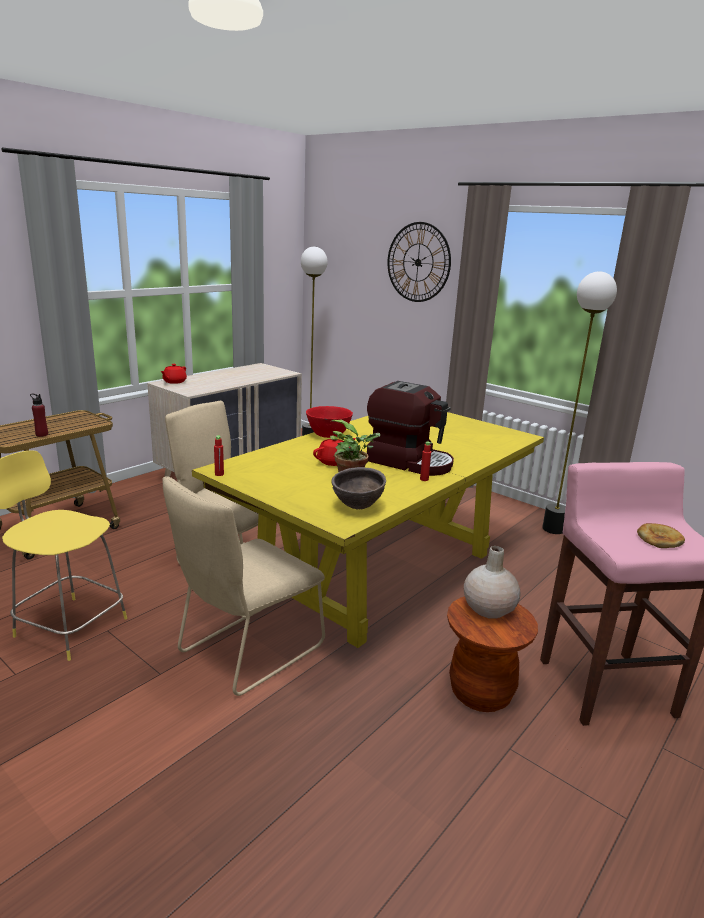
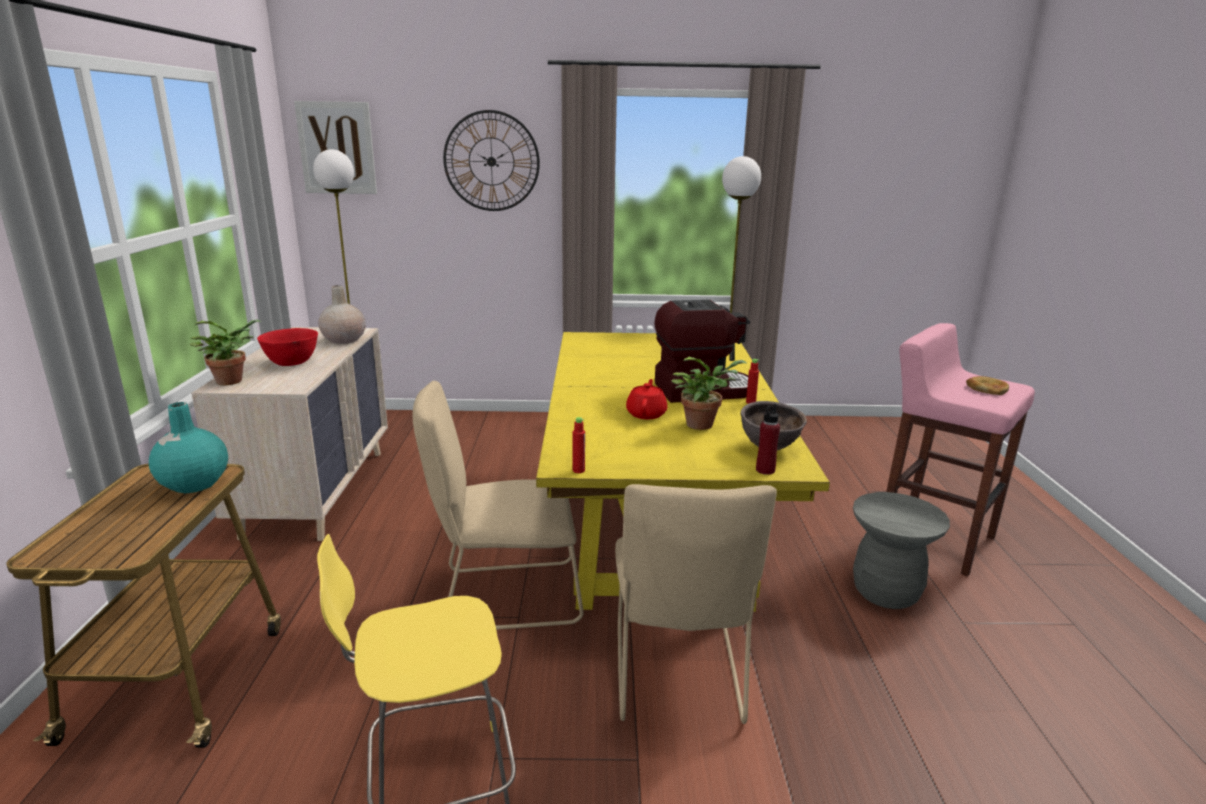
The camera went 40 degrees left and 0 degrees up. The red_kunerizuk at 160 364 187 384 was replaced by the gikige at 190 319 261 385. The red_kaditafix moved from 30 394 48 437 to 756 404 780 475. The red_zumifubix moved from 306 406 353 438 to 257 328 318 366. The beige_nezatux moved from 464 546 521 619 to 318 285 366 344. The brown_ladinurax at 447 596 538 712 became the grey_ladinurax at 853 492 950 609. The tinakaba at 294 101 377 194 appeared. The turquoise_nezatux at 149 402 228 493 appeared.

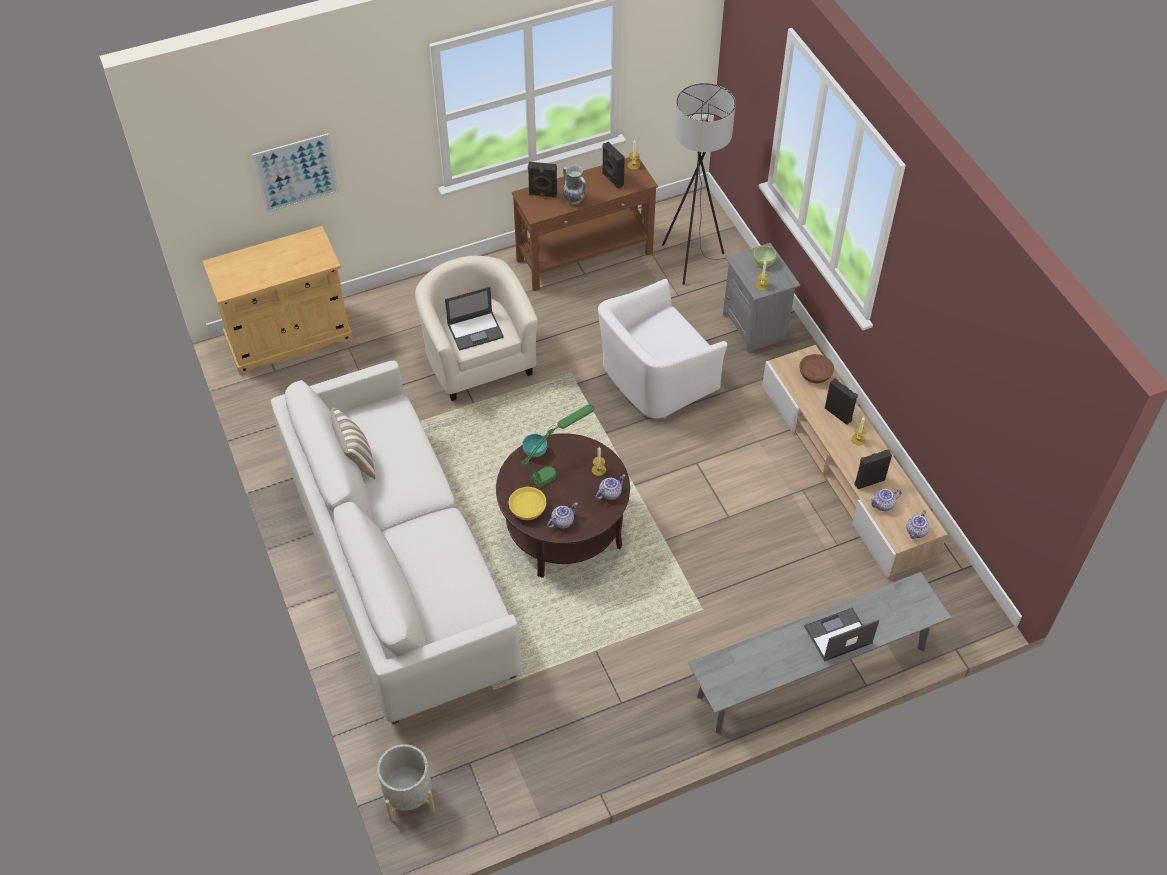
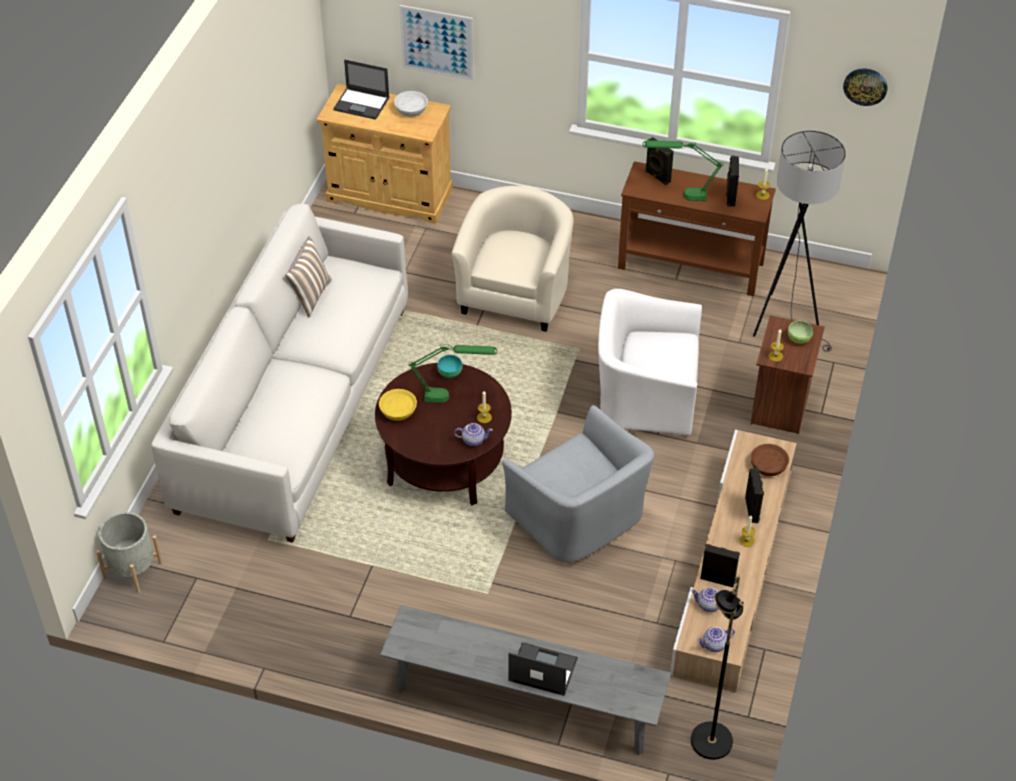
The camera went 40 degrees right and 5 degrees down. The nezatux at 563 165 586 205 was replaced by the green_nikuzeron at 642 140 724 201. The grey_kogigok at 723 243 800 353 became the brown_kogigok at 750 315 825 434. The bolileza moved from 445 287 504 351 to 333 60 389 120. The kunerizuk at 547 502 578 529 disappeared. The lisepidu at 843 69 888 106 appeared. The white_zumifubix at 394 91 428 117 appeared. The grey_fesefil at 502 405 654 563 appeared. The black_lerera at 691 575 744 760 appeared.

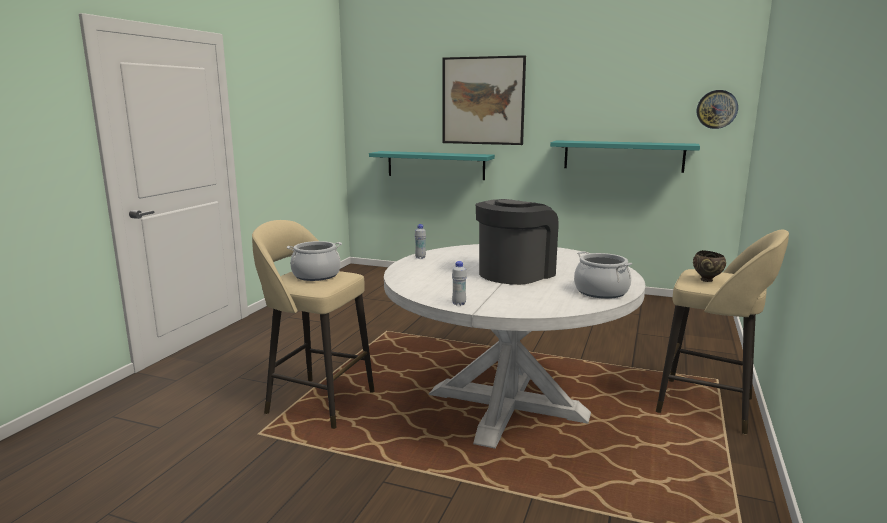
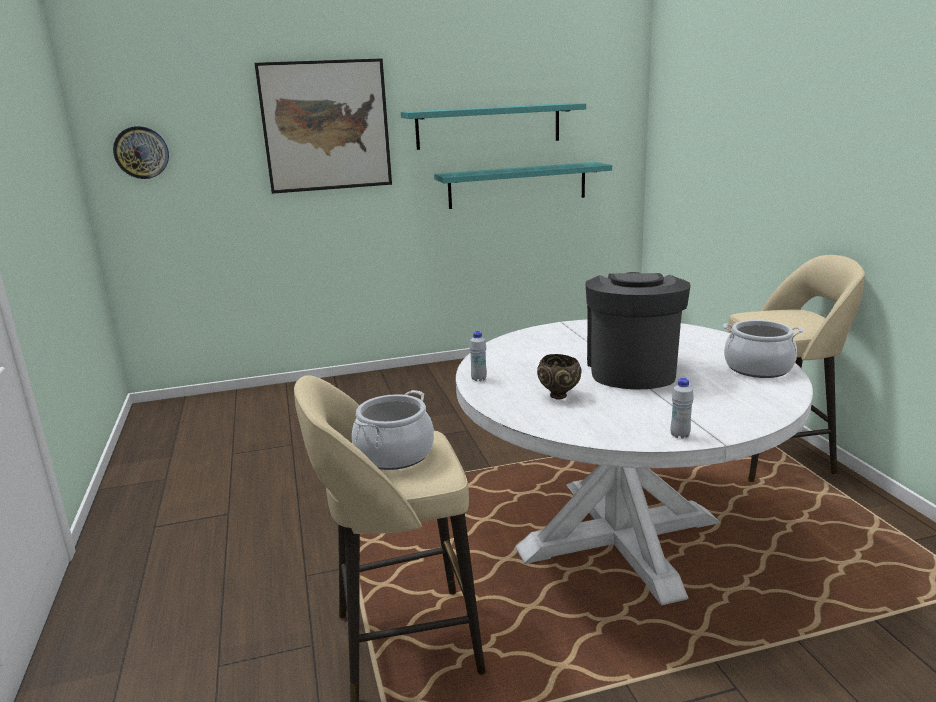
The camera went 35 degrees left and 5 degrees up. The lisepidu moved from 697 90 738 129 to 113 126 169 179. The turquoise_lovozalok moved from 369 151 495 180 to 401 103 586 150. The brown_zumifubix moved from 693 250 726 282 to 537 354 582 399.

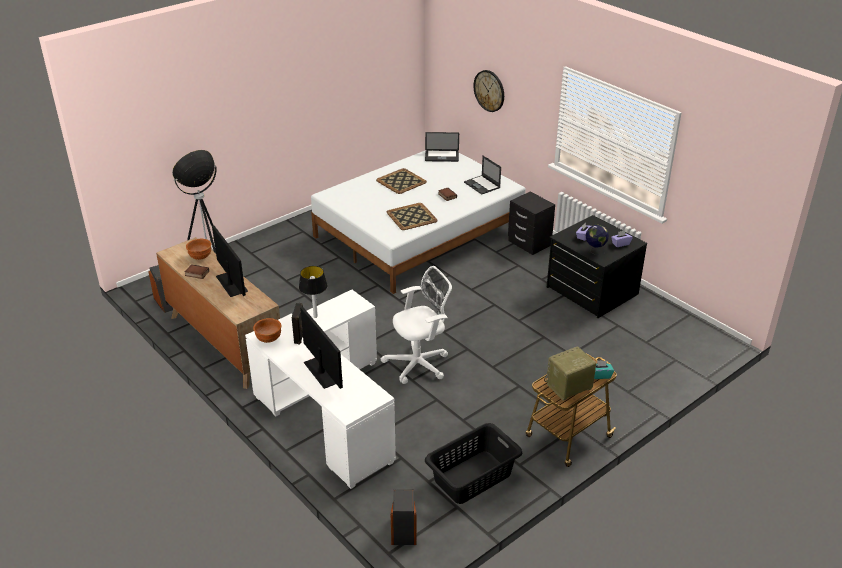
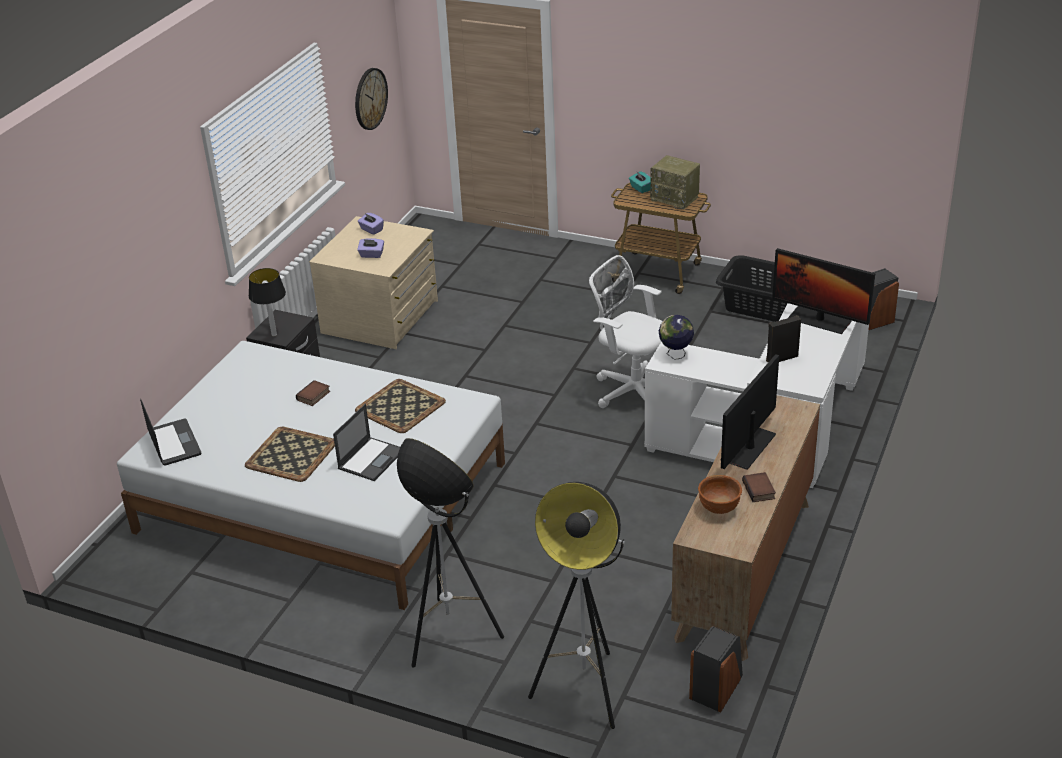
The camera went 115 degrees left and 0 degrees up. The lisepidu moved from 473 70 504 112 to 355 68 388 130. The bolileza moved from 464 156 501 195 to 333 404 400 481. The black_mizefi at 547 215 647 318 became the beige_mizefi at 309 216 438 349. The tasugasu moved from 586 225 609 255 to 659 315 694 360. The nikuzeron moved from 299 266 328 318 to 249 268 286 337. The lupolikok at 300 307 343 389 turned 90 degrees counterclockwise. The brown_zumifubix at 253 318 281 343 disappeared. The lerera at 397 438 504 668 appeared.

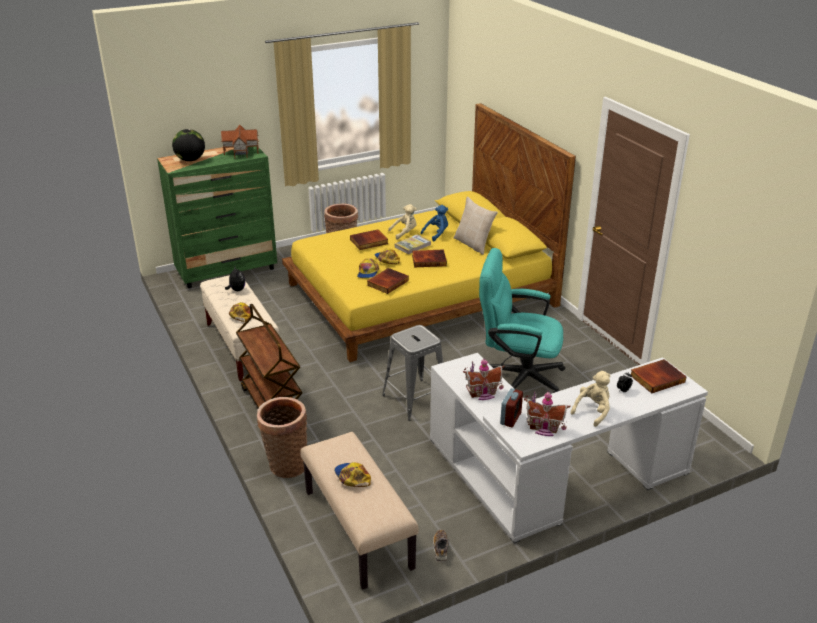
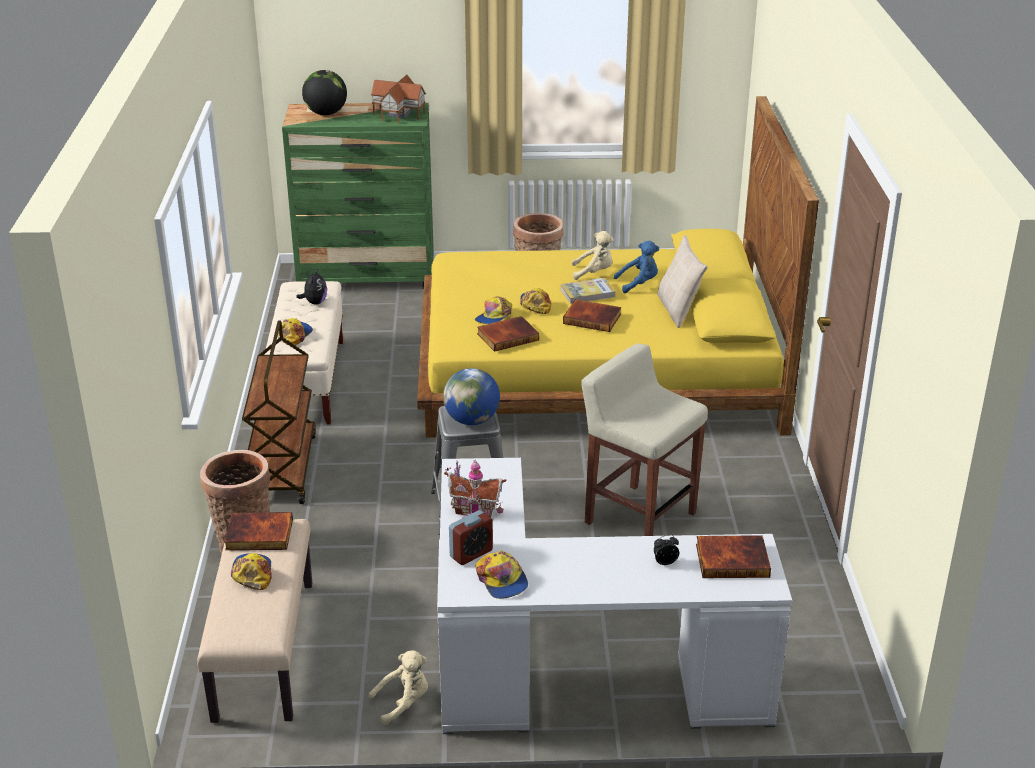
The camera went 25 degrees right and 0 degrees up. The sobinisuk moved from 350 229 388 250 to 224 512 293 550. The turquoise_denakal at 479 248 565 393 was replaced by the beige_ladinurax at 581 344 708 536. The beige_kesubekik moved from 571 371 610 427 to 369 650 428 725. The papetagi at 524 390 571 436 was replaced by the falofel at 475 550 528 599. The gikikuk at 433 529 449 562 disappeared. The tasugasu at 443 368 500 425 appeared.

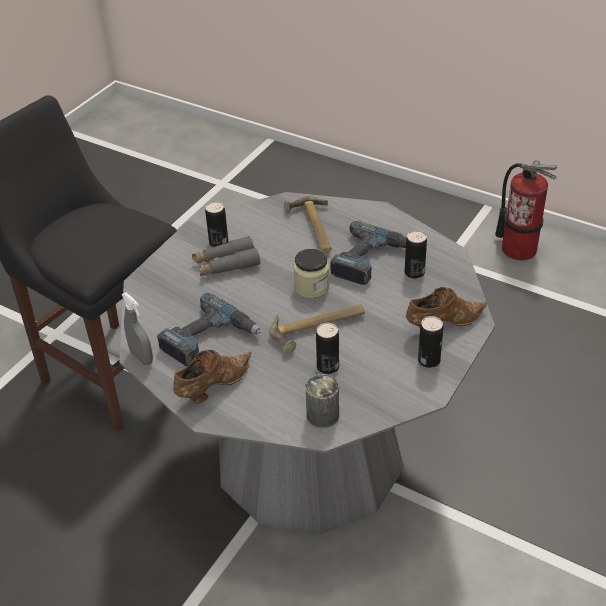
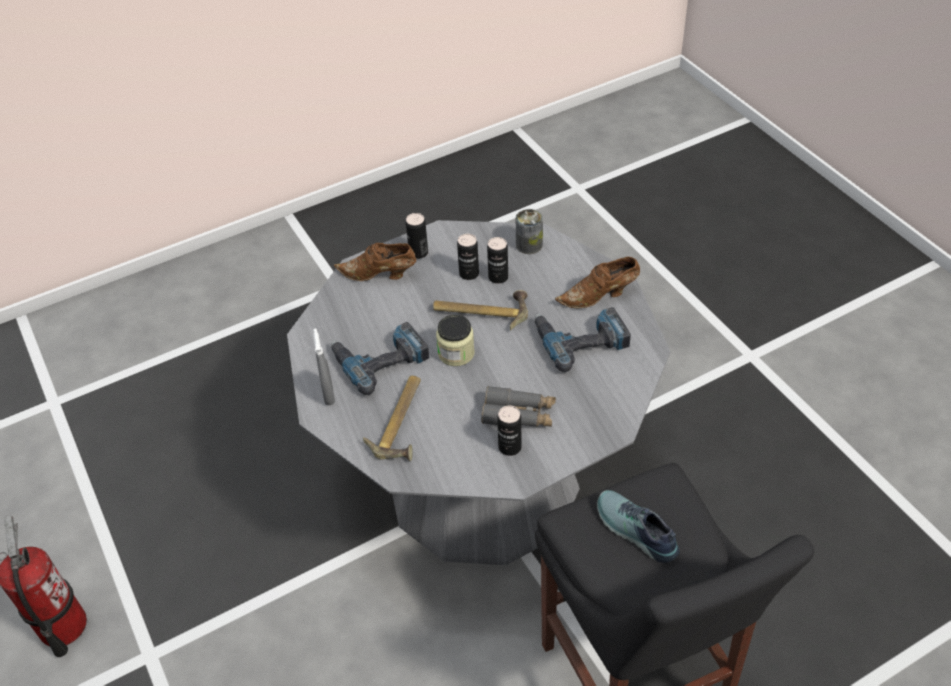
The camera went 150 degrees left and 5 degrees up. The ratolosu moved from 405 230 427 279 to 457 234 479 280. The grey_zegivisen moved from 121 292 153 365 to 313 328 335 405. The gikikuk at 597 490 679 563 appeared.

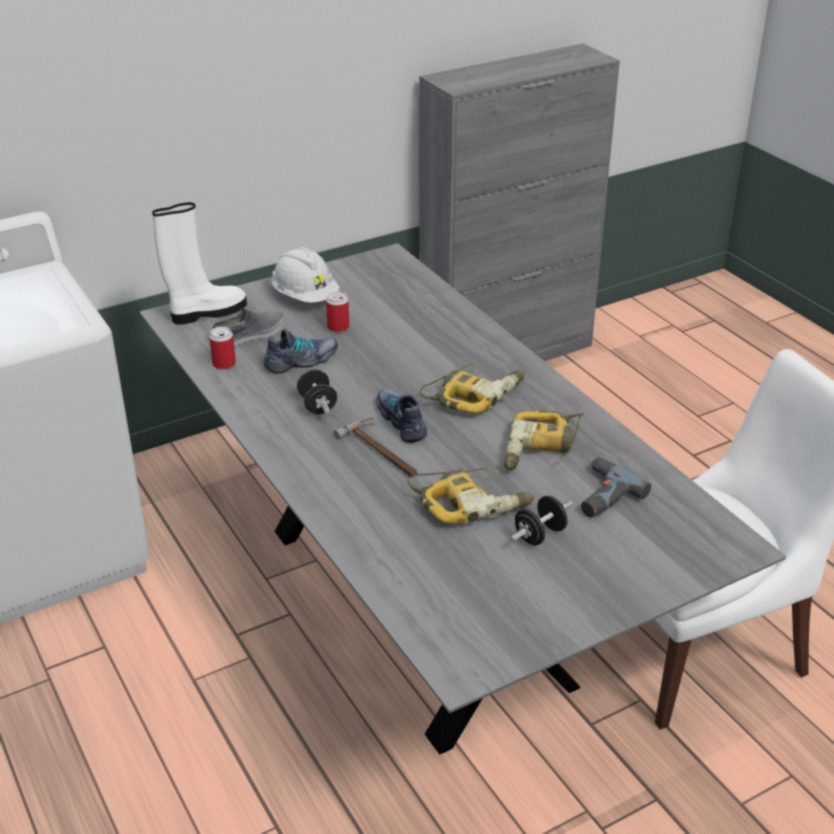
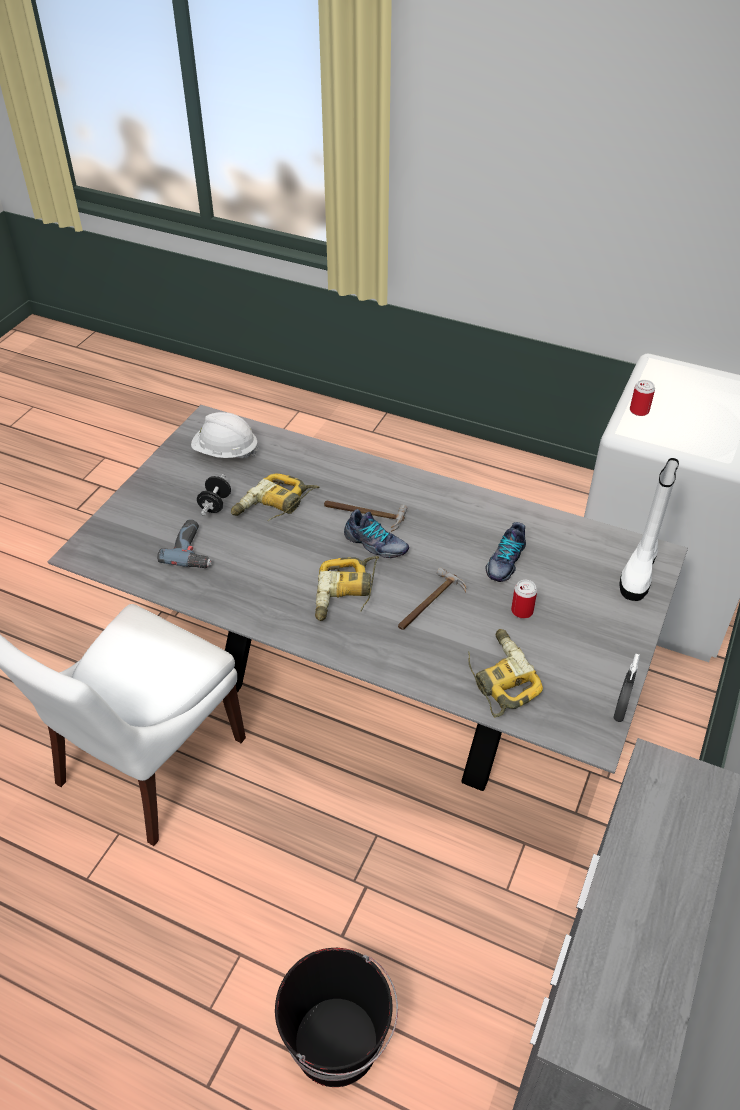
The camera went 145 degrees right and 10 degrees up. The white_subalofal moved from 271 247 339 303 to 191 412 259 458. The grey_gikikuk at 213 308 286 347 disappeared. The ratolosu moved from 209 326 236 369 to 630 380 655 416. The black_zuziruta at 297 370 337 414 disappeared. The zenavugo moved from 504 411 584 470 to 468 629 543 717. The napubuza at 398 567 467 630 appeared. The grey_zegivisen at 613 653 640 722 appeared. The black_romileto at 275 948 398 1087 appeared.

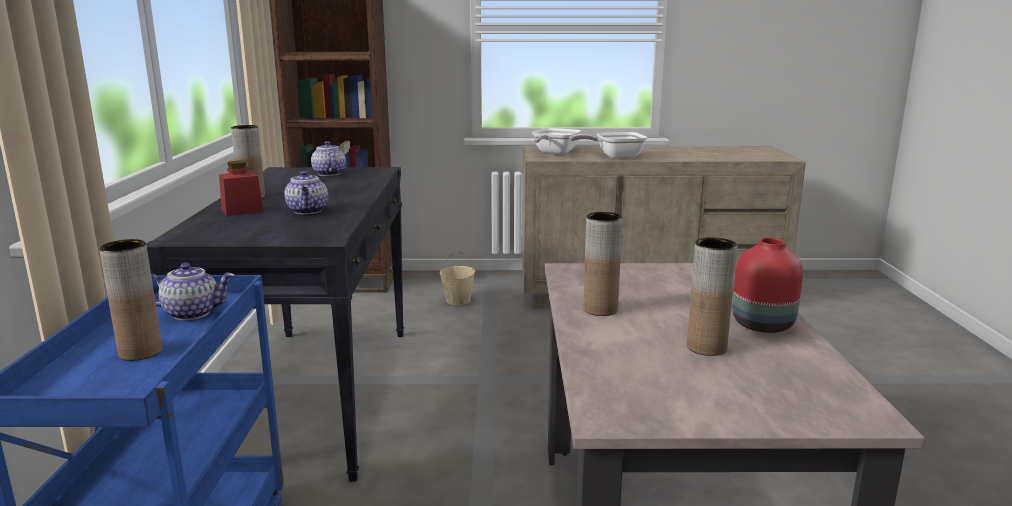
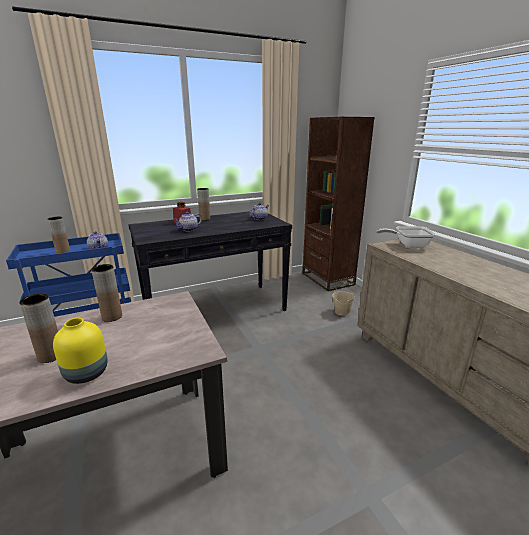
The camera went 65 degrees right and 5 degrees up. The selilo at 569 132 647 159 disappeared. The red_nezatux at 732 238 803 333 became the yellow_nezatux at 53 318 108 384.

